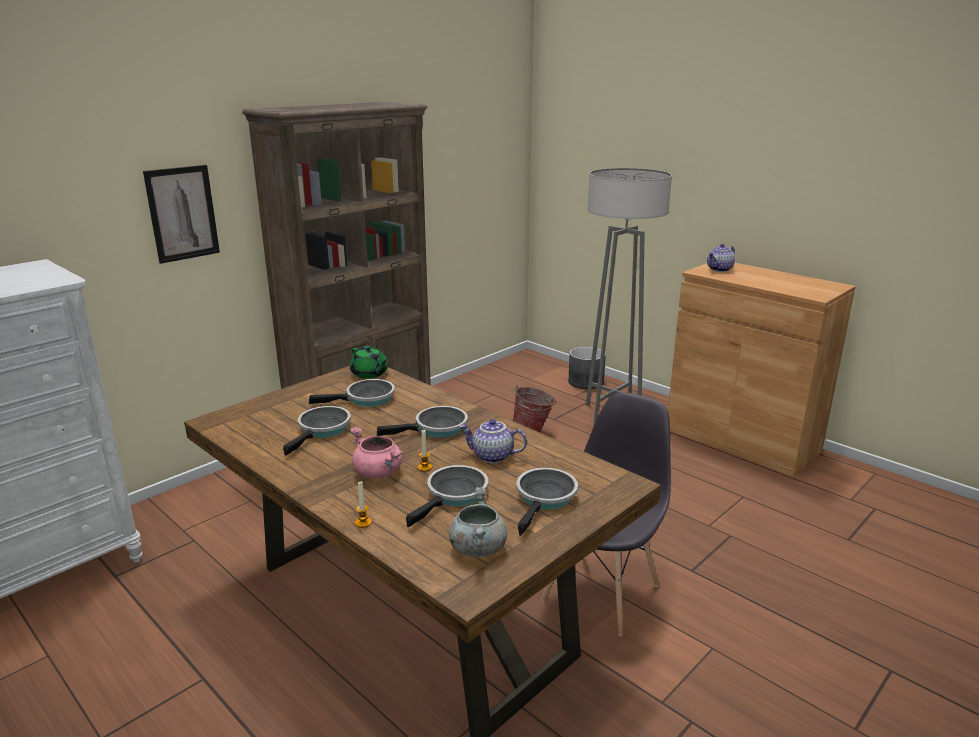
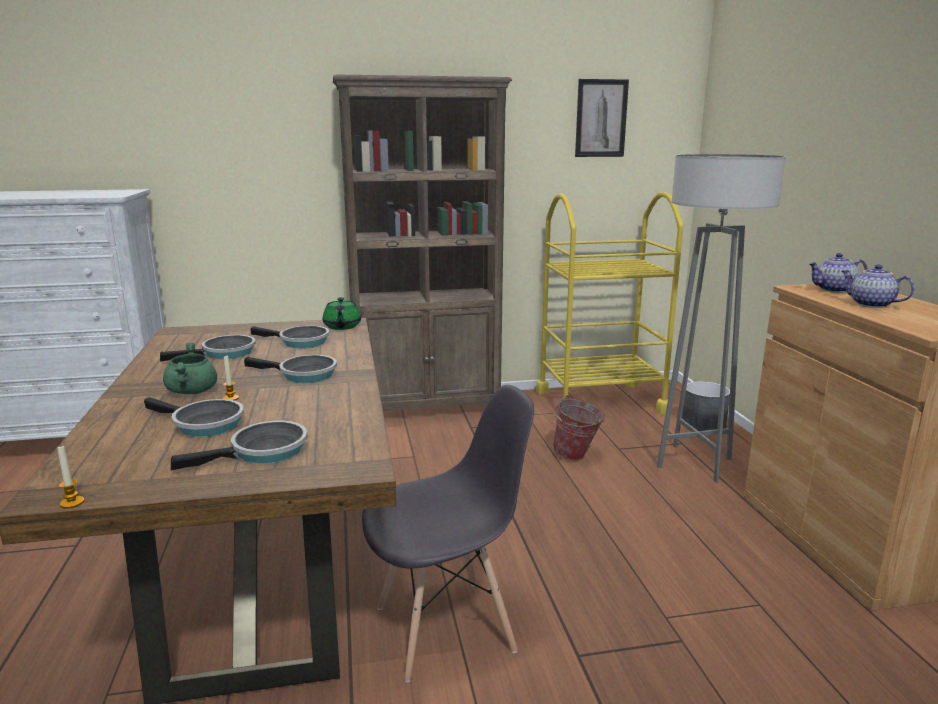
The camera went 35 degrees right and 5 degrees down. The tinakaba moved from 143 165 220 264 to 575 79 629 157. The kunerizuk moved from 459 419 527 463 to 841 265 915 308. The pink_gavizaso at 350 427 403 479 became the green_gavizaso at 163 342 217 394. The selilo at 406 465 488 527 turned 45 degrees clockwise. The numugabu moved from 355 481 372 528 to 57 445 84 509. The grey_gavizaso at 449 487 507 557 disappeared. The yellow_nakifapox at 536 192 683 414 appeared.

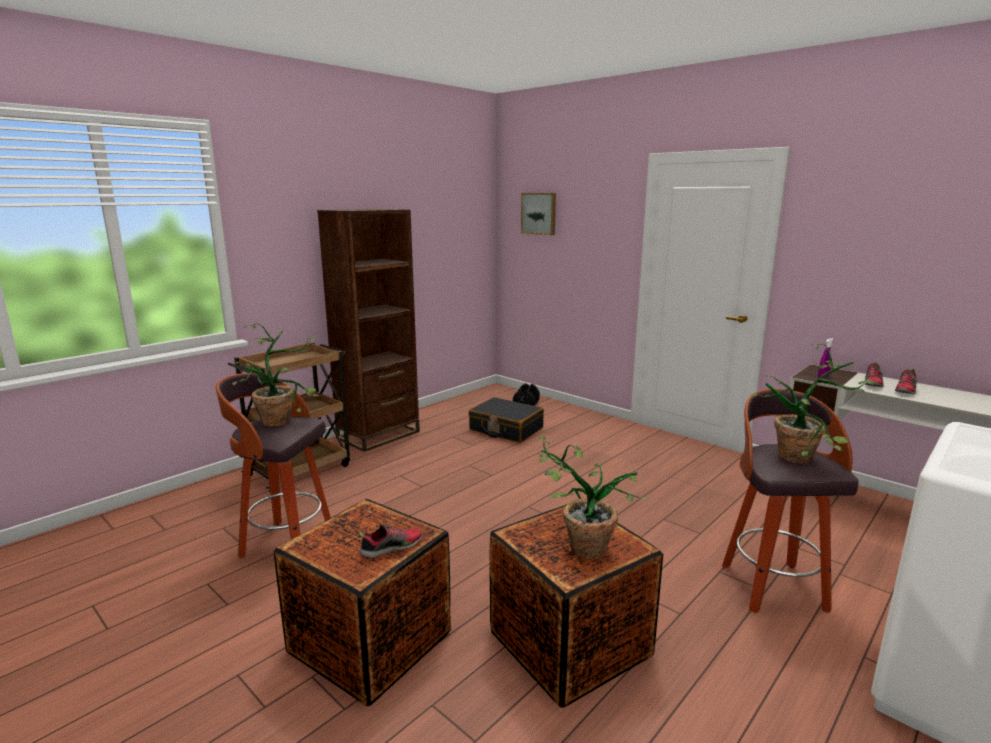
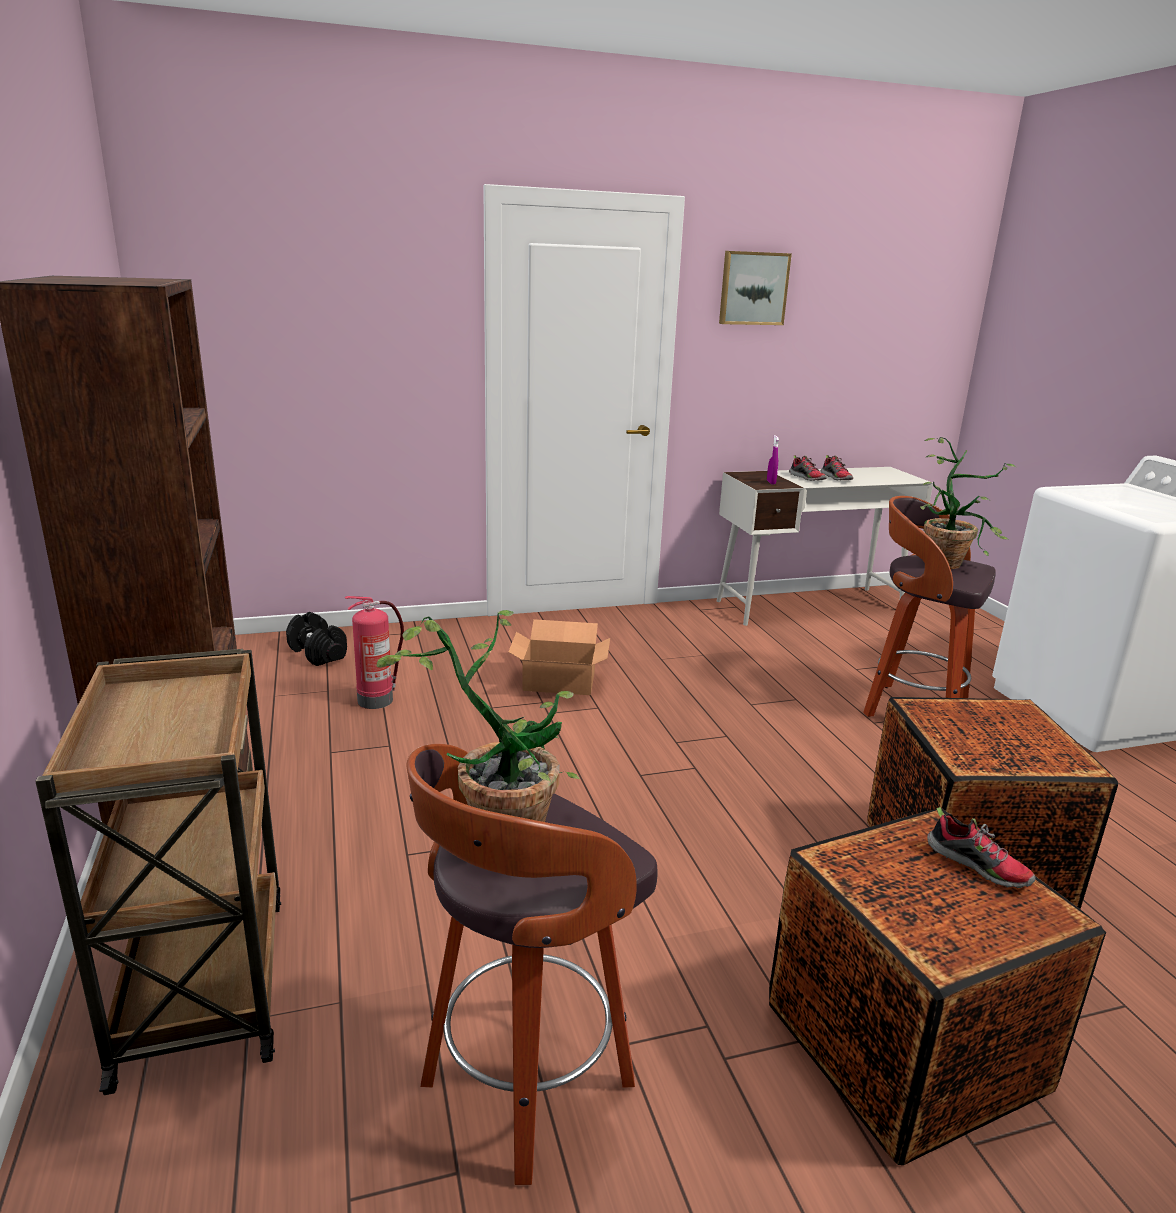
The camera went 60 degrees left and 5 degrees up. The tinakaba moved from 521 193 556 235 to 719 251 792 325. The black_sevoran at 468 397 544 443 was replaced by the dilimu at 345 596 404 709. The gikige at 538 436 648 559 disappeared. The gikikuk at 359 523 423 558 turned 135 degrees clockwise. The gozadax at 508 619 610 695 appeared.

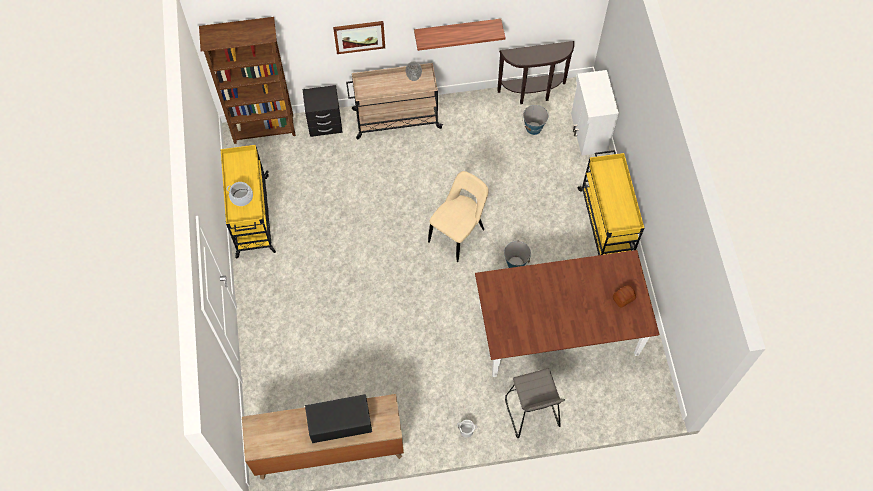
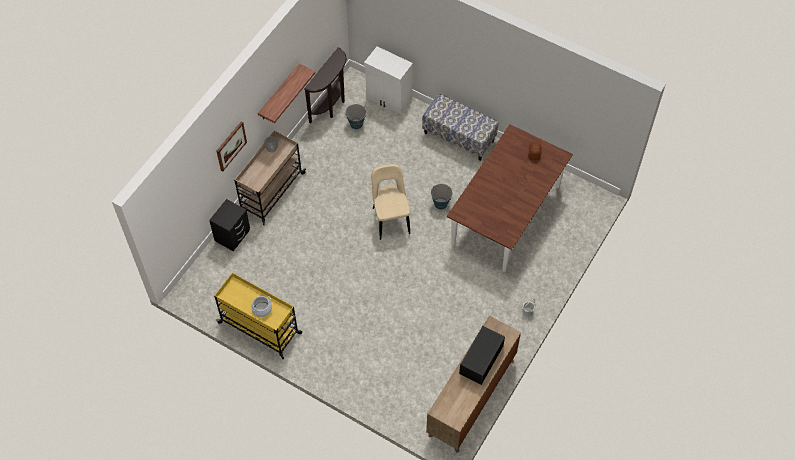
The camera went 50 degrees left and 5 degrees down. The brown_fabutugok at 199 17 296 144 disappeared. The yellow_nakifapox at 578 150 644 255 was replaced by the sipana at 422 94 498 161. The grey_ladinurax at 505 368 565 438 disappeared.

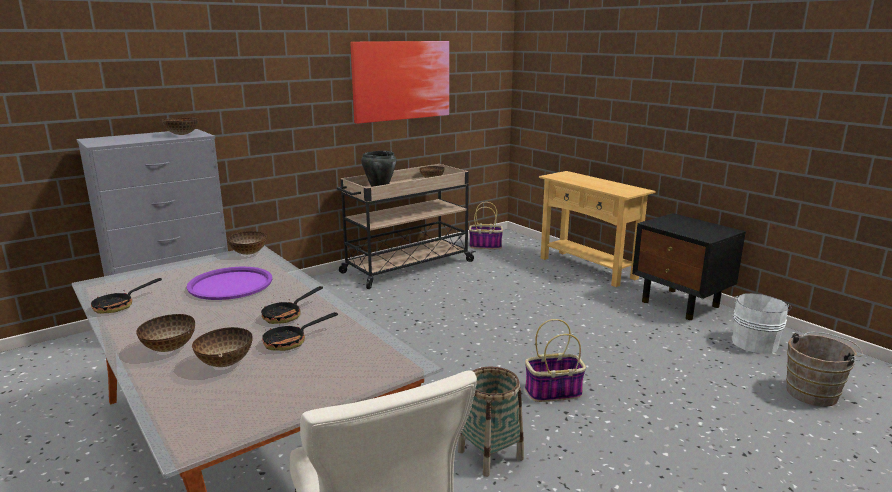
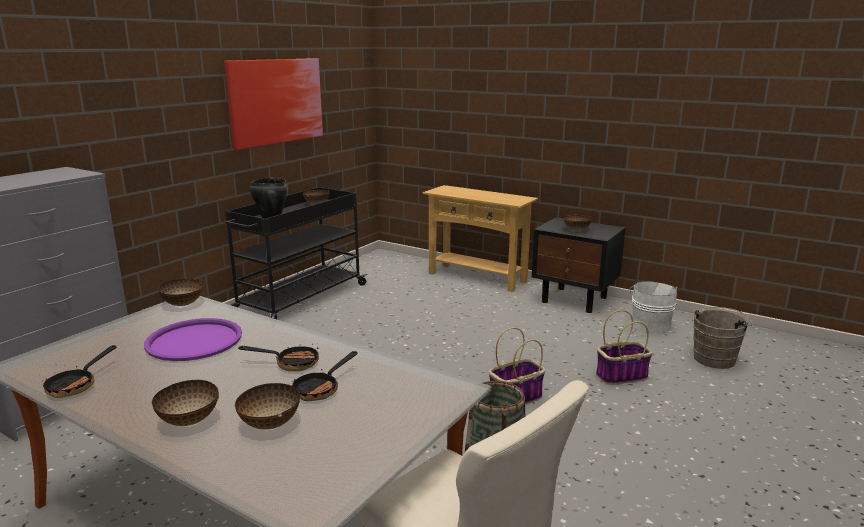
The camera went 20 degrees left and 0 degrees up. The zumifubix moved from 162 117 198 135 to 563 215 592 231. The beige_nakifapox at 337 164 476 289 became the black_nakifapox at 225 187 368 319. The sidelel moved from 469 202 503 249 to 596 310 653 385. The selilo at 261 286 323 324 turned 105 degrees counterclockwise.

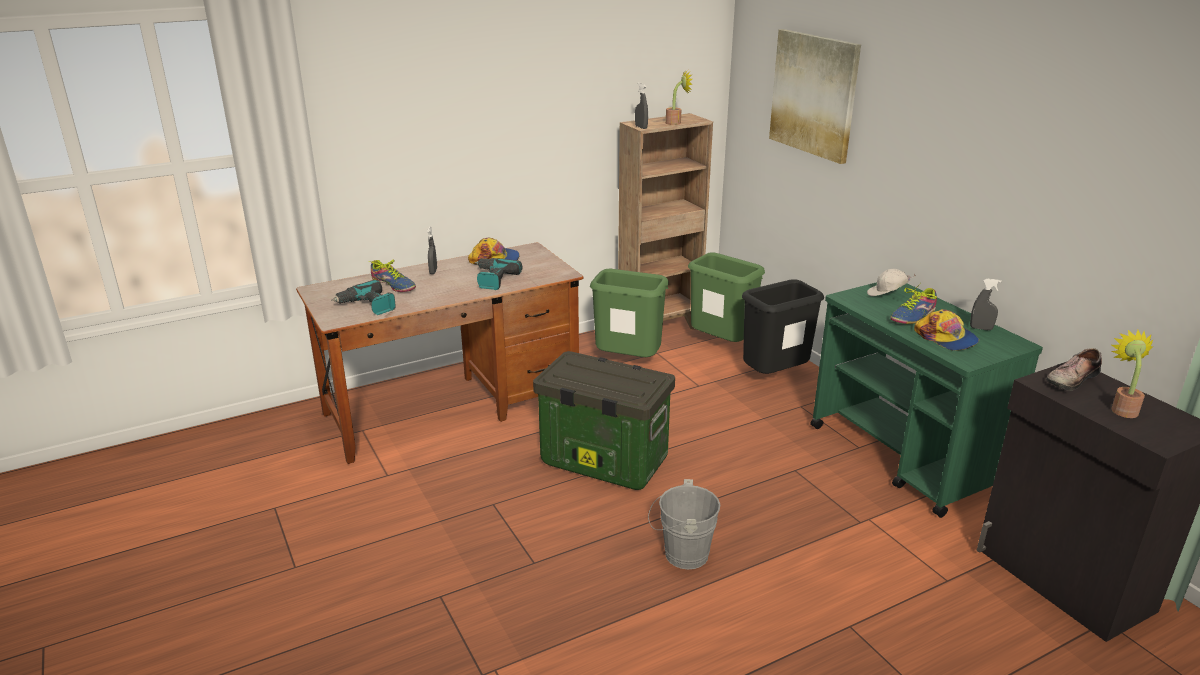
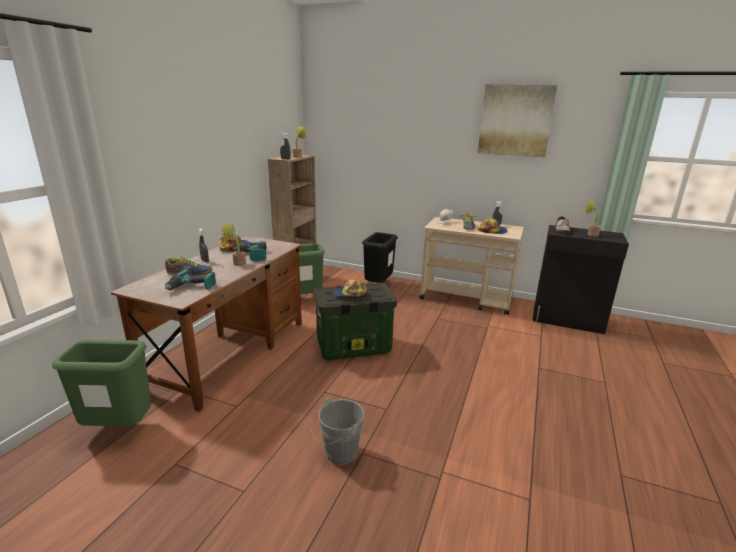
The camera went 40 degrees left and 5 degrees down. The tinakaba moved from 769 29 861 164 to 478 84 557 157. The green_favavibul moved from 688 252 765 342 to 52 340 151 426. The green_nakifapox at 810 282 1043 518 became the beige_nakifapox at 420 217 524 315. The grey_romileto moved from 648 479 720 570 to 310 397 365 465. The gikige at 220 223 246 266 appeared. The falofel at 333 280 369 297 appeared.

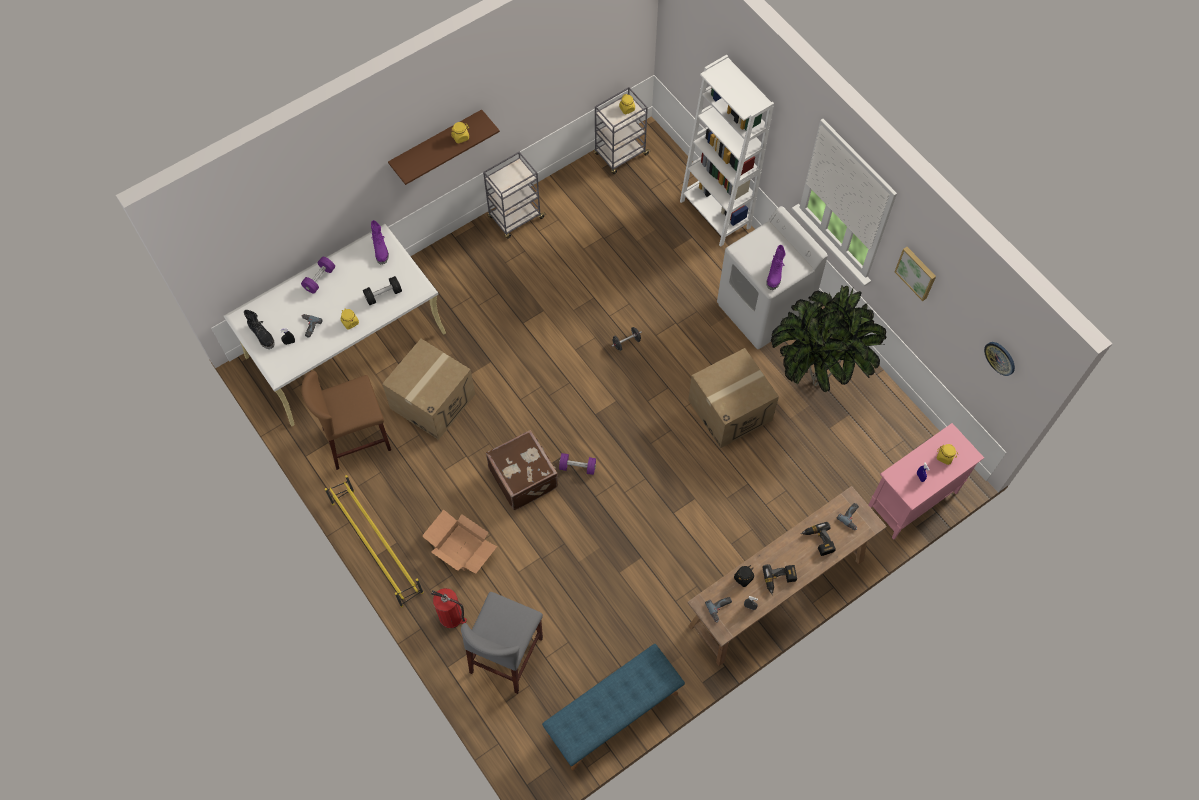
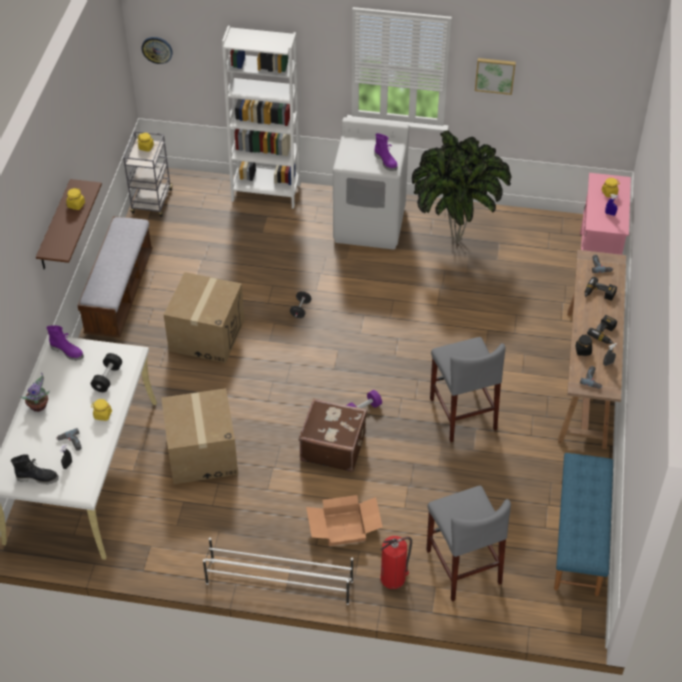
The camera went 45 degrees left and 15 degrees down. The grey_nakifapox at 483 152 545 239 was replaced by the sipana at 77 216 153 338. The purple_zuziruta at 301 257 335 294 was replaced by the gikige at 20 373 50 412. The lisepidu moved from 984 342 1015 376 to 142 37 173 64. The gozadax moved from 688 348 779 448 to 164 272 245 363. The brown_ladinurax at 301 371 391 470 disappeared. The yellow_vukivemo at 325 475 423 607 became the white_vukivemo at 203 537 353 605. The grey_ladinurax at 430 337 506 442 appeared.

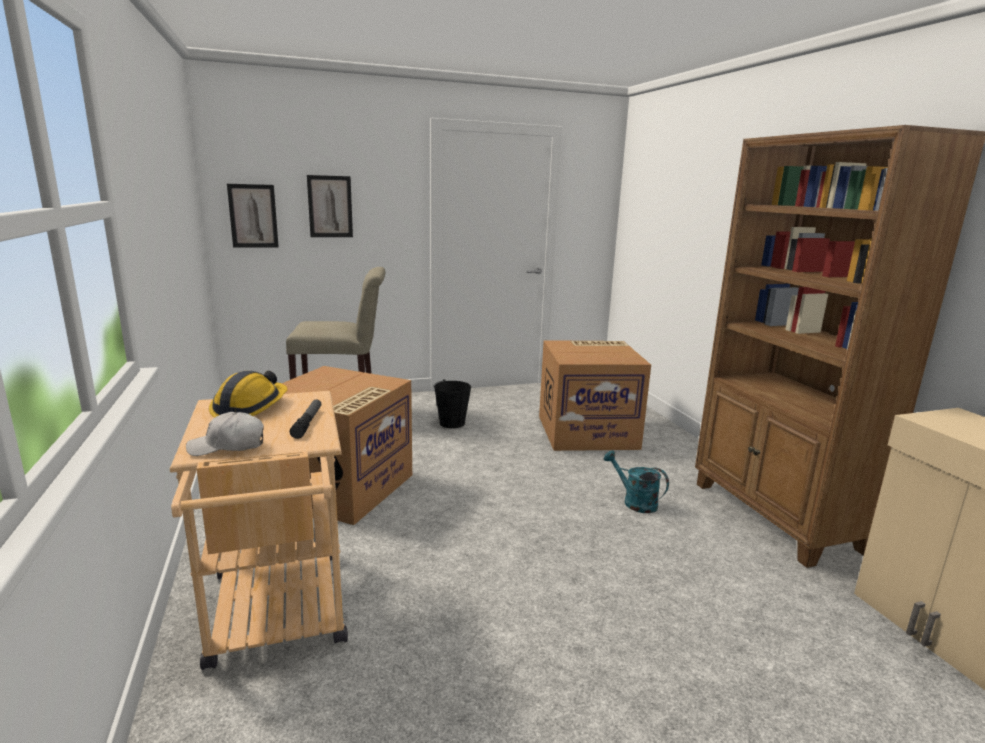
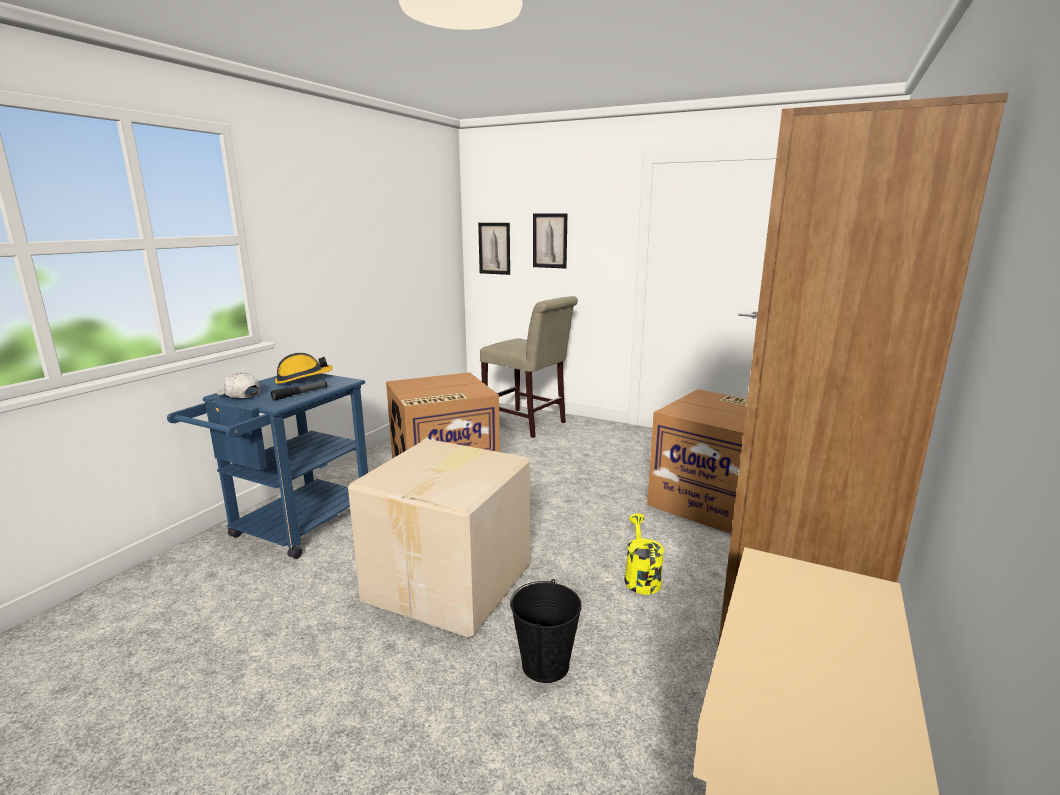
The camera went 45 degrees right and 0 degrees up. The black_romileto moved from 434 379 471 428 to 510 579 582 683. The beige_nakifapox at 170 391 348 670 became the blue_nakifapox at 167 373 368 559. The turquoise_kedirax at 604 450 669 513 became the yellow_kedirax at 624 513 664 595. The gozadax at 348 439 530 638 appeared.

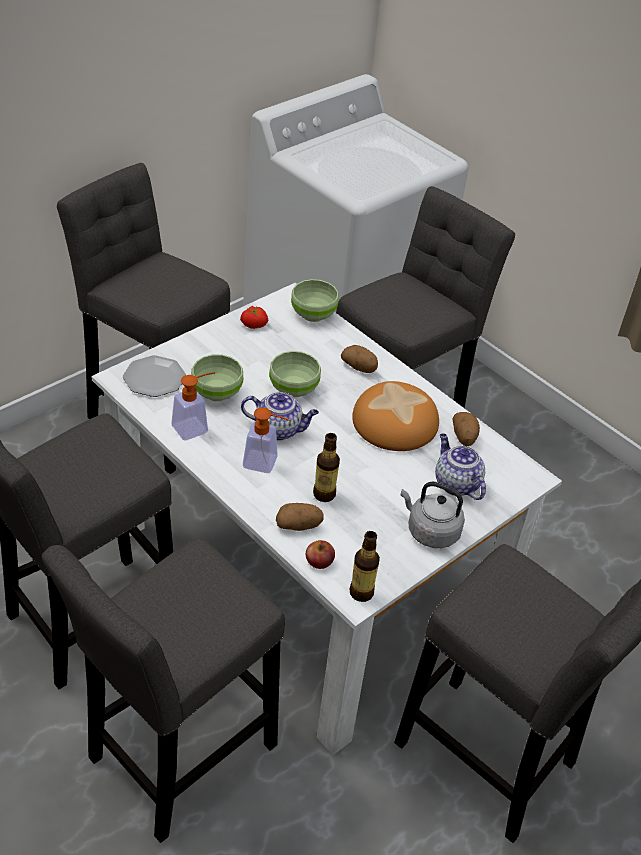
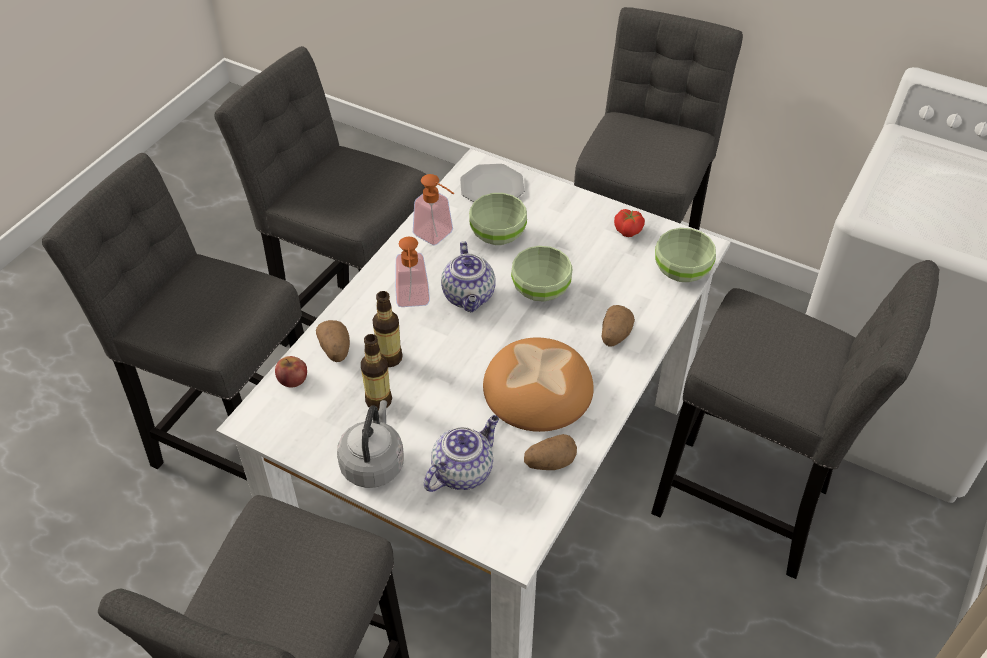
The camera went 75 degrees right and 5 degrees up. The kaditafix moved from 350 531 380 602 to 361 334 392 411.

